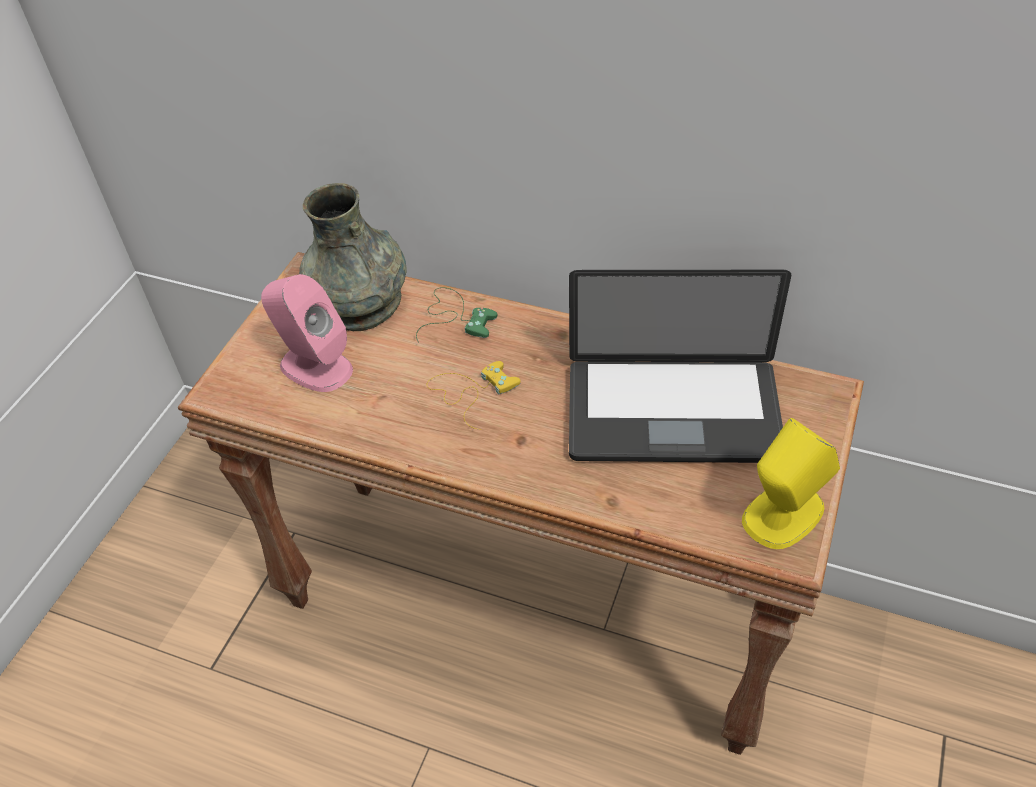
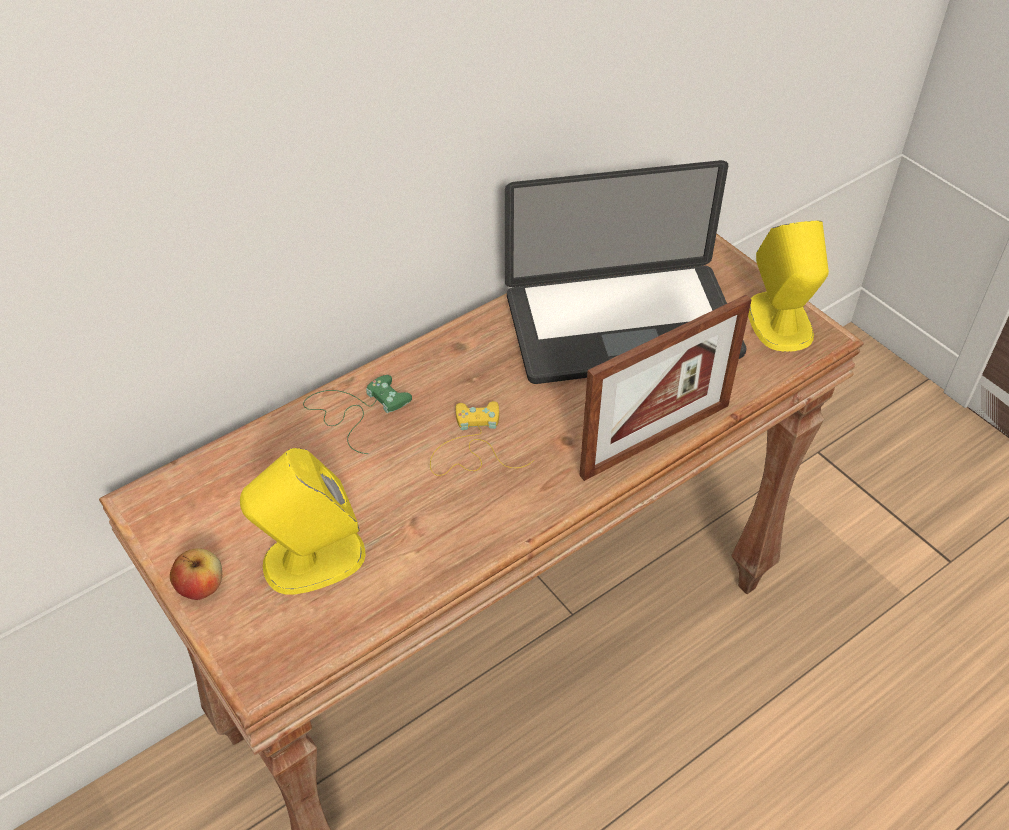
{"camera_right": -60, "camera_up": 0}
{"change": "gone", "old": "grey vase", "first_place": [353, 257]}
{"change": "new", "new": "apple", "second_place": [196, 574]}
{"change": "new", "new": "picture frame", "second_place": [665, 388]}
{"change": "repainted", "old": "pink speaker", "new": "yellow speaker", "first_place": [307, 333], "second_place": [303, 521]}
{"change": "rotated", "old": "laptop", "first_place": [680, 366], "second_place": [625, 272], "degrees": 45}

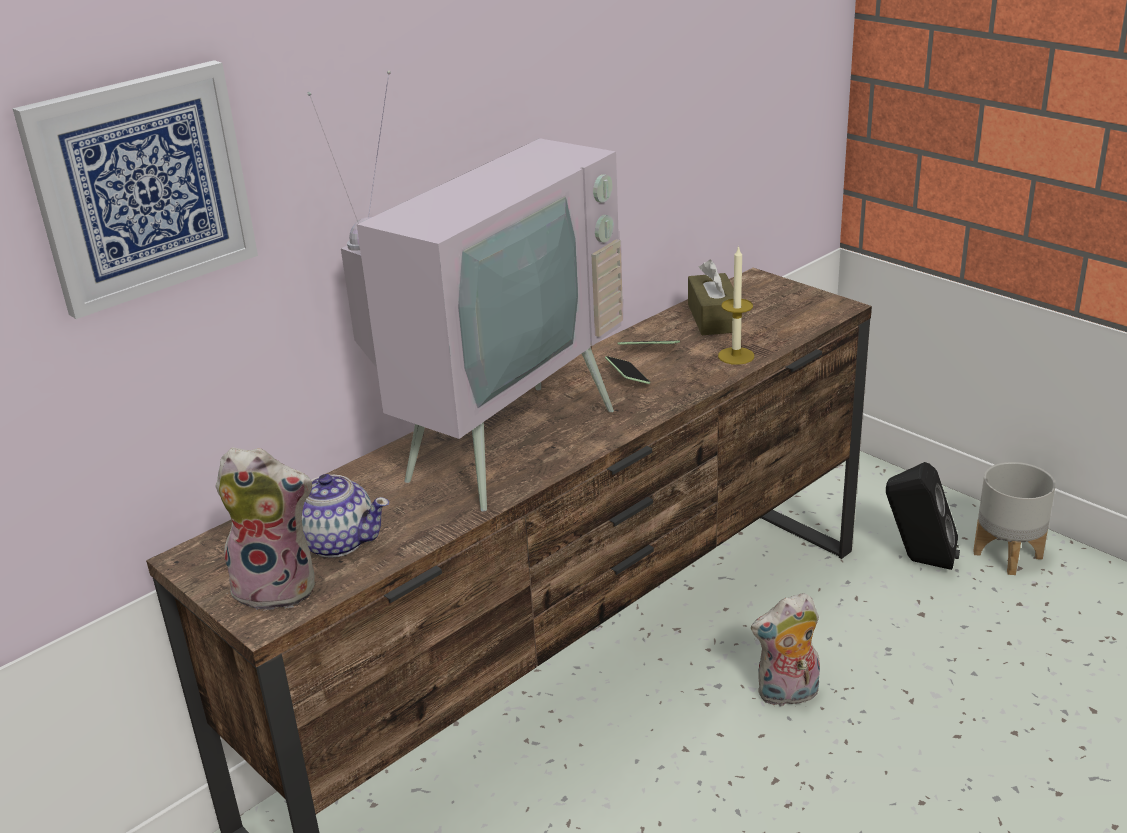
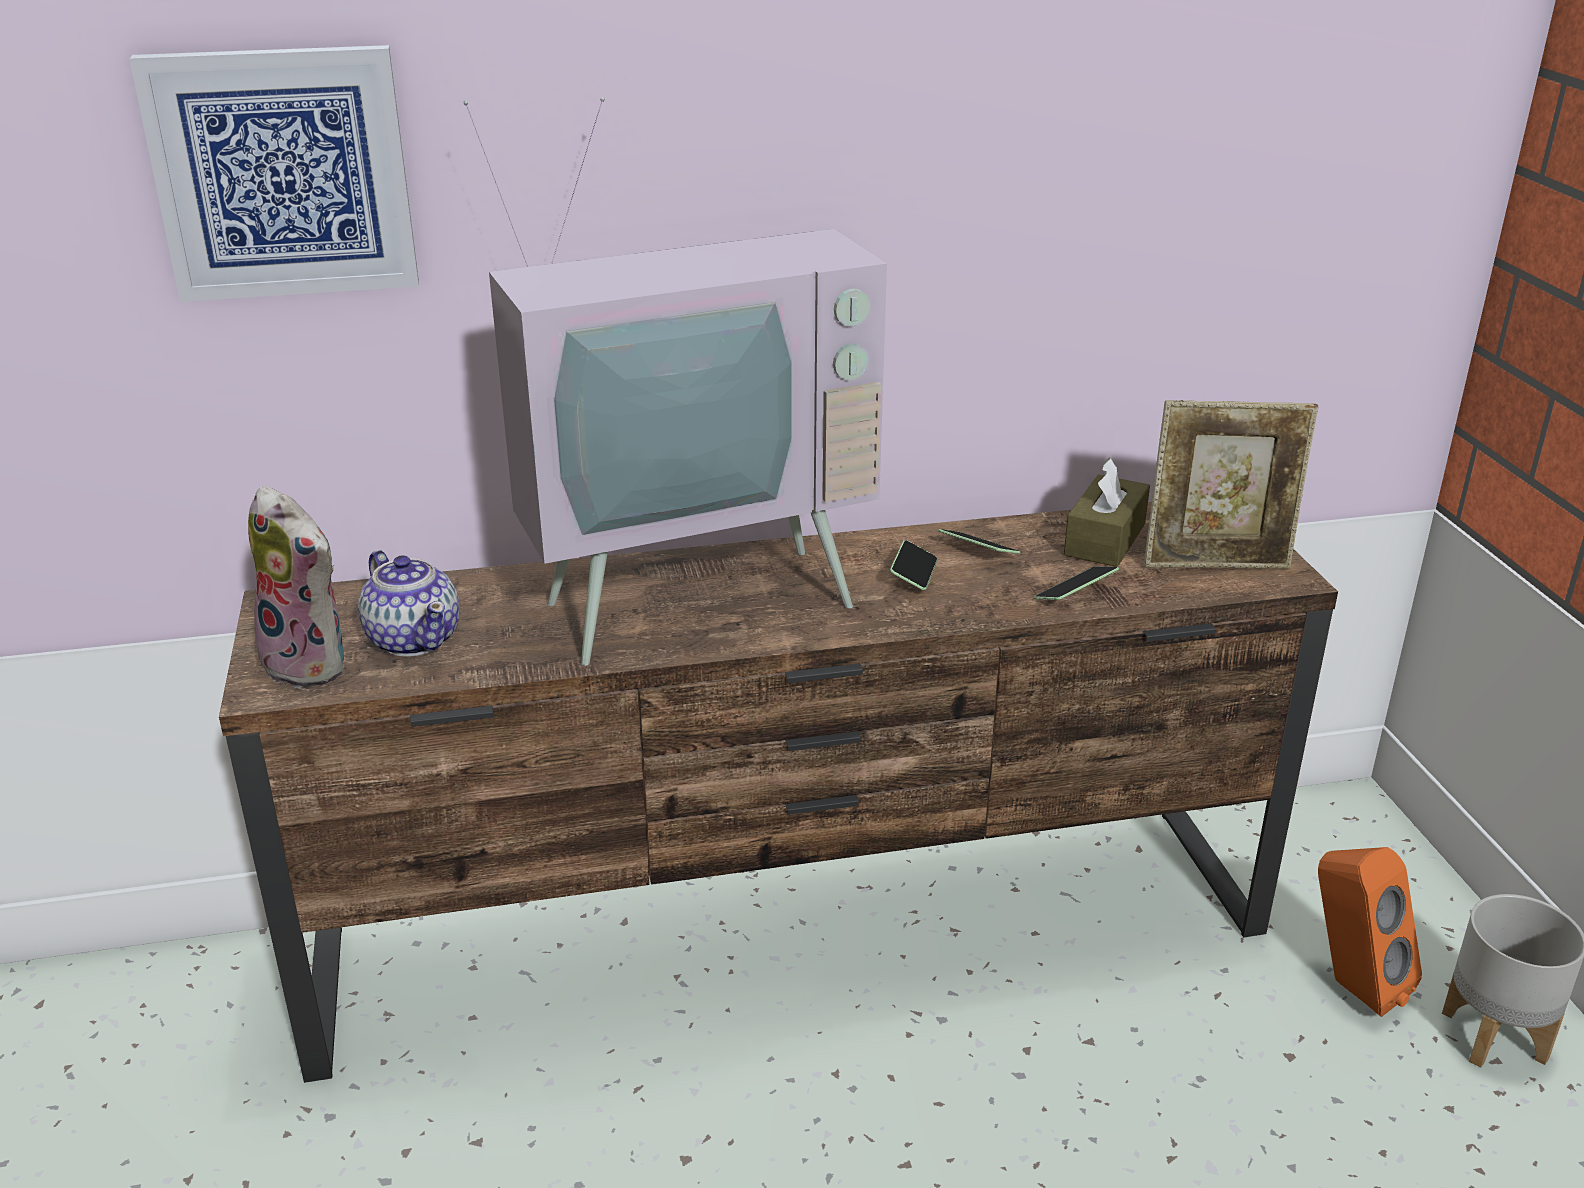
{"camera_right": 30, "camera_up": 0}
{"change": "gone", "old": "plush toy", "first_place": [785, 650]}
{"change": "new", "new": "picture frame", "second_place": [1231, 484]}
{"change": "swapped", "old": "candle", "new": "phone", "first_place": [736, 305], "second_place": [1077, 583]}
{"change": "repainted", "old": "black speaker", "new": "orange speaker", "first_place": [923, 516], "second_place": [1370, 932]}

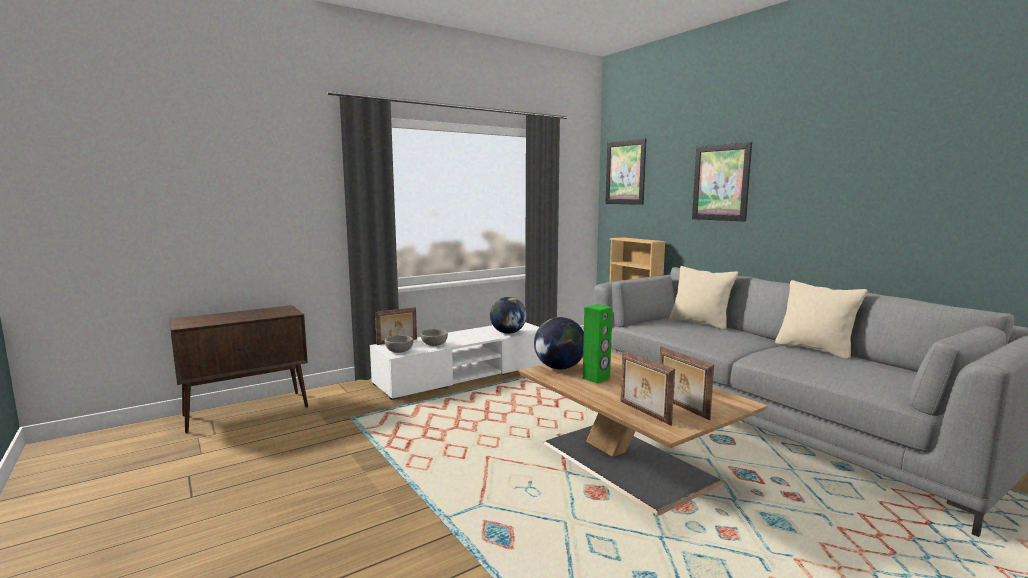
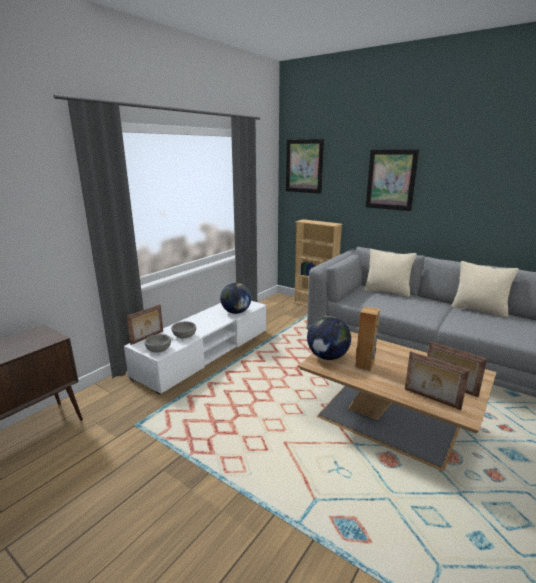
{"camera_right": -20, "camera_up": 10}
{"change": "repainted", "old": "green speaker", "new": "brown speaker", "first_place": [597, 344], "second_place": [367, 338]}

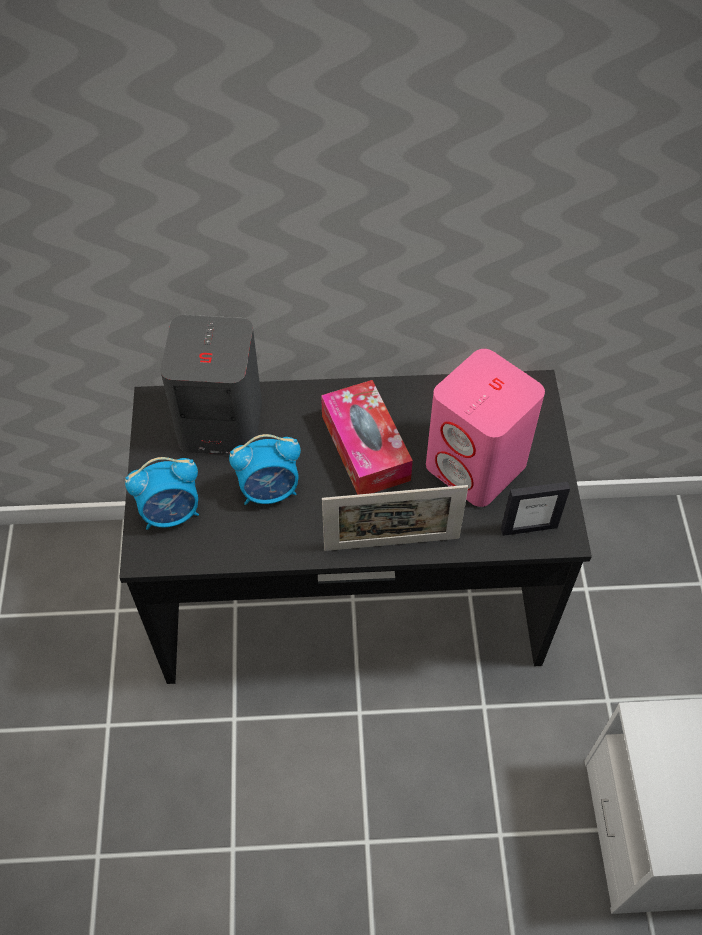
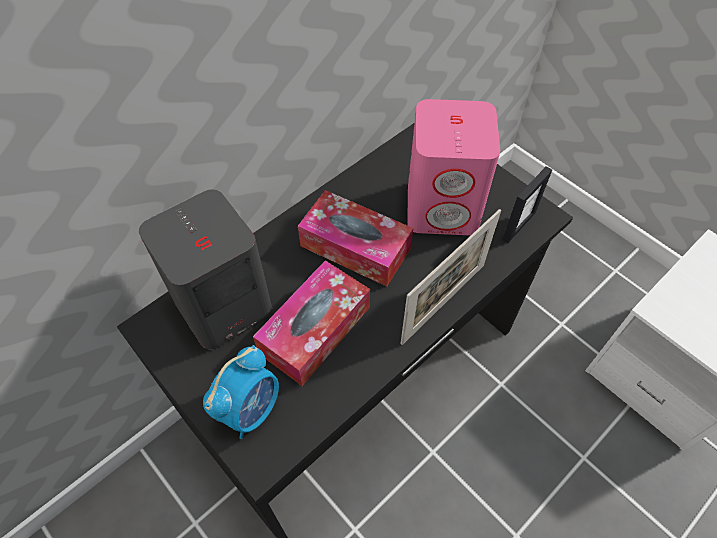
{"camera_right": -40, "camera_up": 0}
{"change": "swapped", "old": "alarm clock", "new": "tissue box", "first_place": [265, 469], "second_place": [311, 323]}

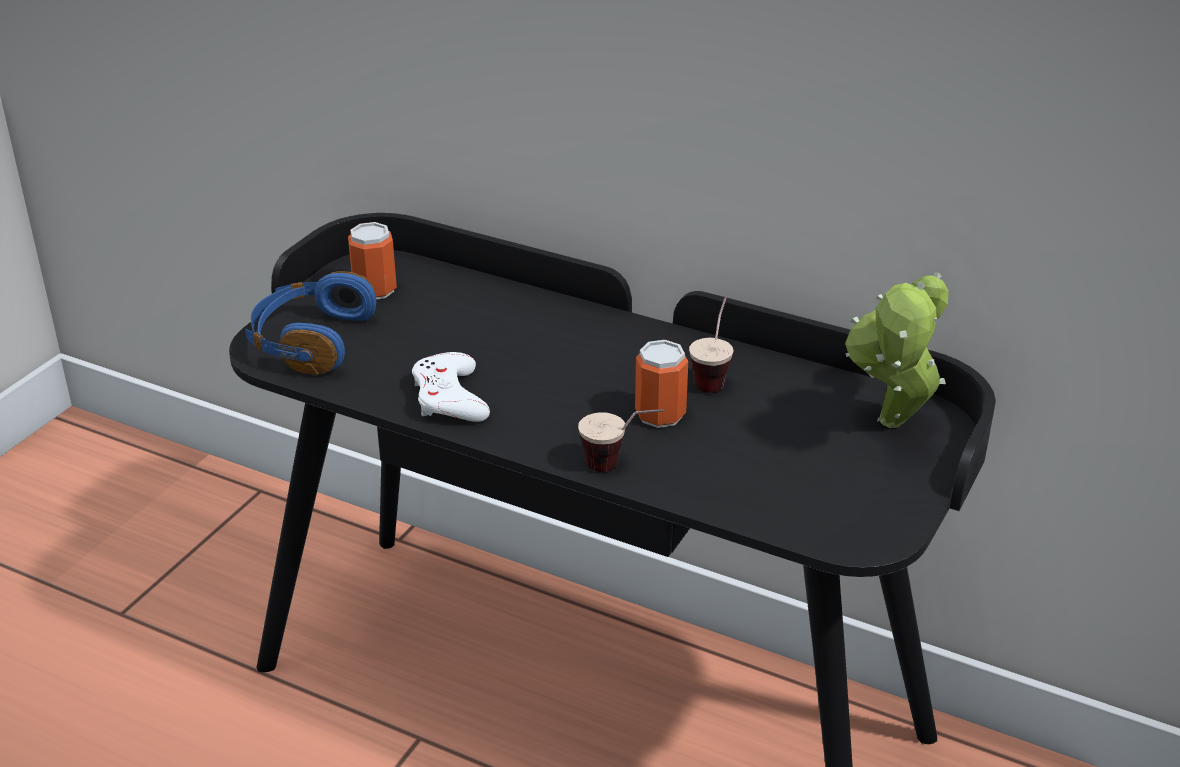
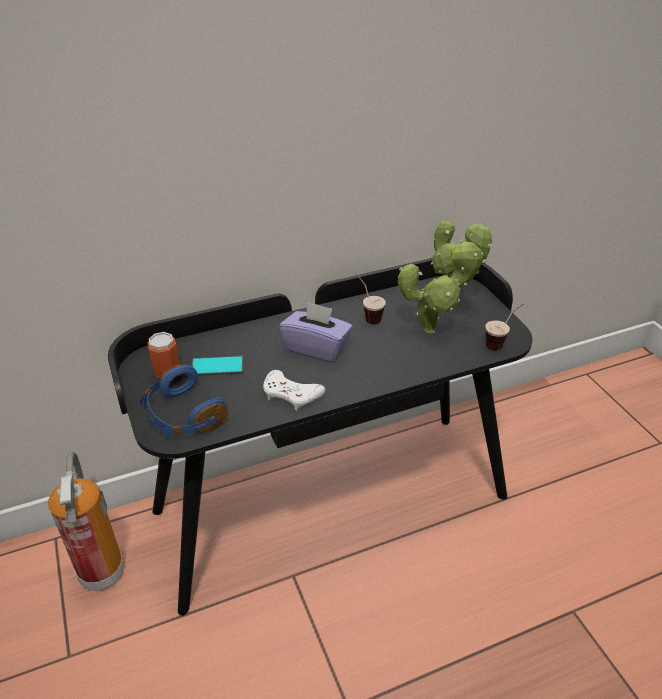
{"camera_right": -50, "camera_up": 5}
{"change": "gone", "old": "can", "first_place": [661, 384]}
{"change": "new", "new": "fire extinguisher", "second_place": [86, 521]}
{"change": "new", "new": "phone", "second_place": [218, 366]}
{"change": "new", "new": "purple tissue box", "second_place": [316, 332]}
{"change": "new", "new": "potted plant", "second_place": [441, 286]}
{"change": "shifted", "old": "cup", "first_place": [621, 440], "second_place": [504, 327]}

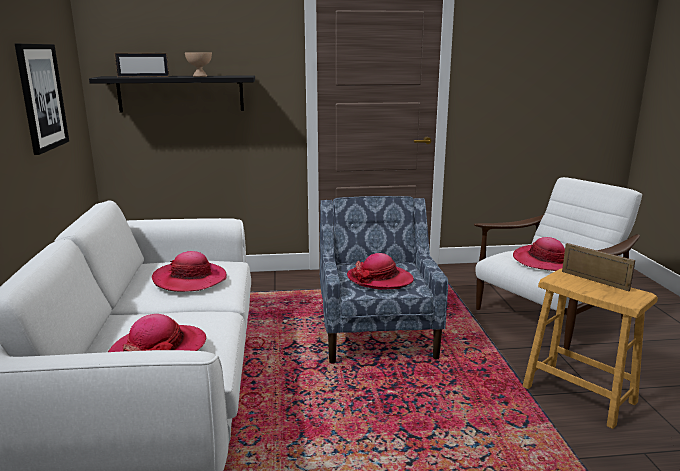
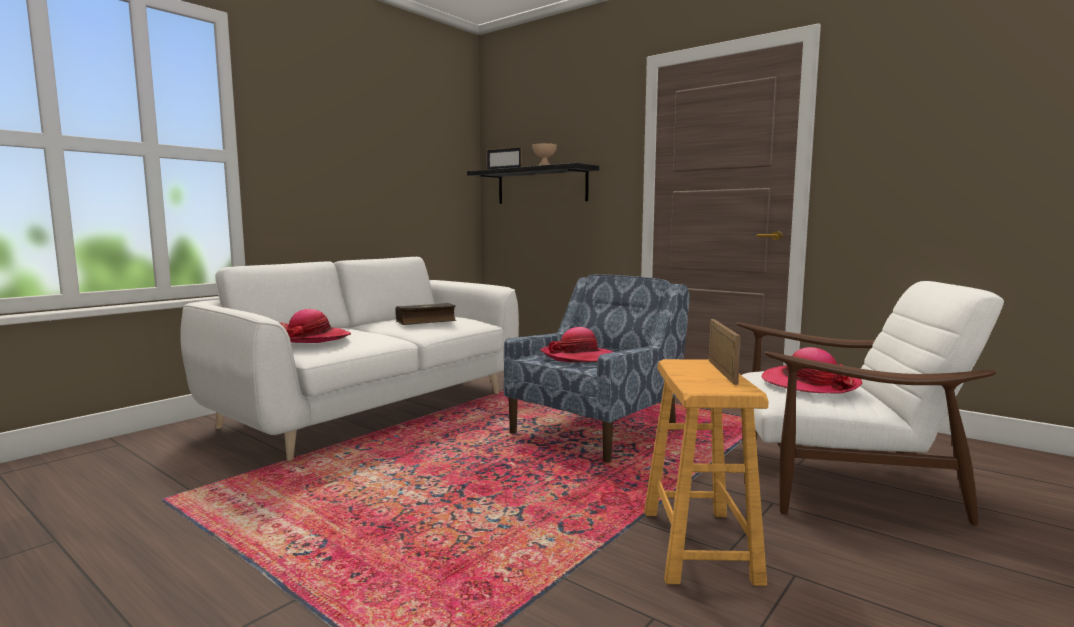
{"camera_right": 45, "camera_up": -10}
{"change": "gone", "old": "picture", "first_place": [42, 99]}
{"change": "swapped", "old": "hat", "new": "book", "first_place": [189, 271], "second_place": [426, 314]}

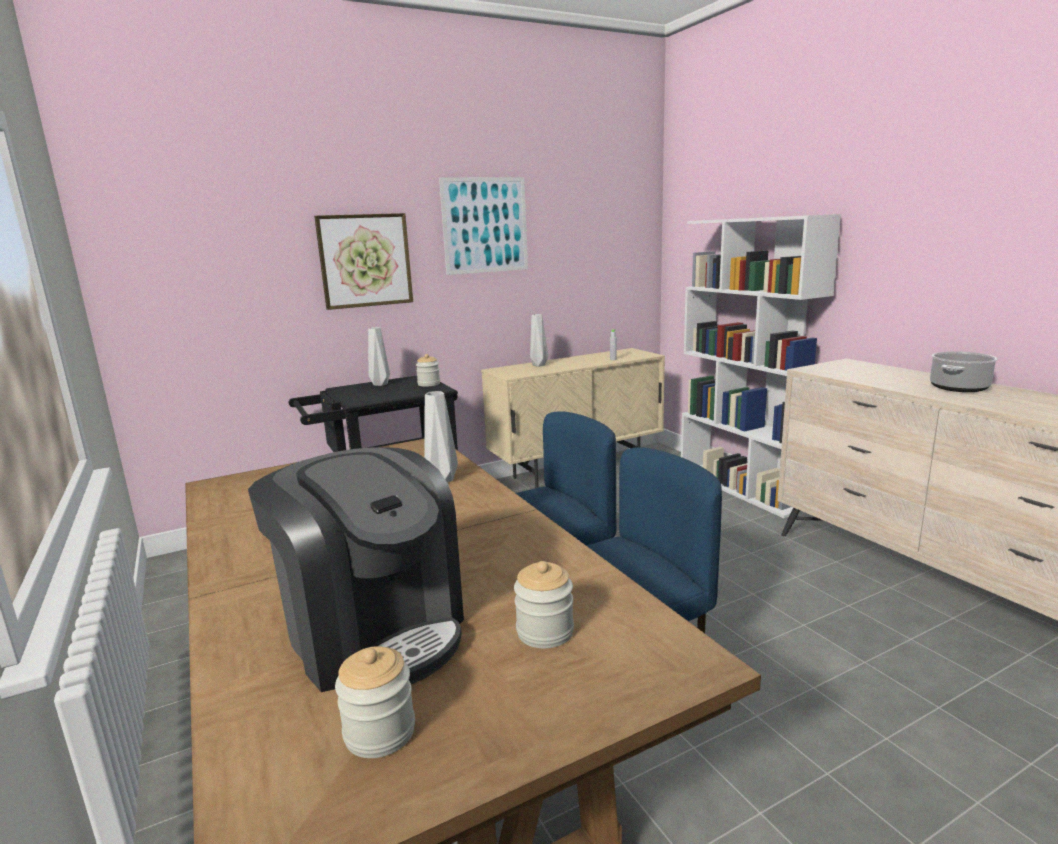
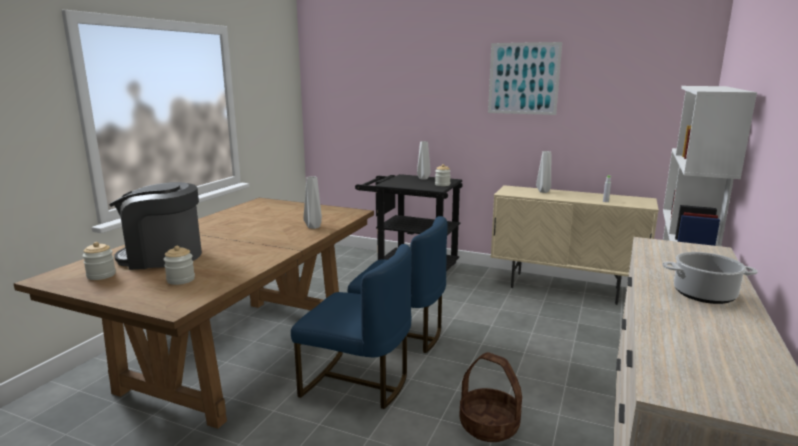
{"camera_right": 50, "camera_up": 0}
{"change": "gone", "old": "picture", "first_place": [363, 261]}
{"change": "new", "new": "basket", "second_place": [490, 397]}
{"change": "rotated", "old": "coffee machine", "first_place": [356, 569], "second_place": [155, 226], "degrees": 75}

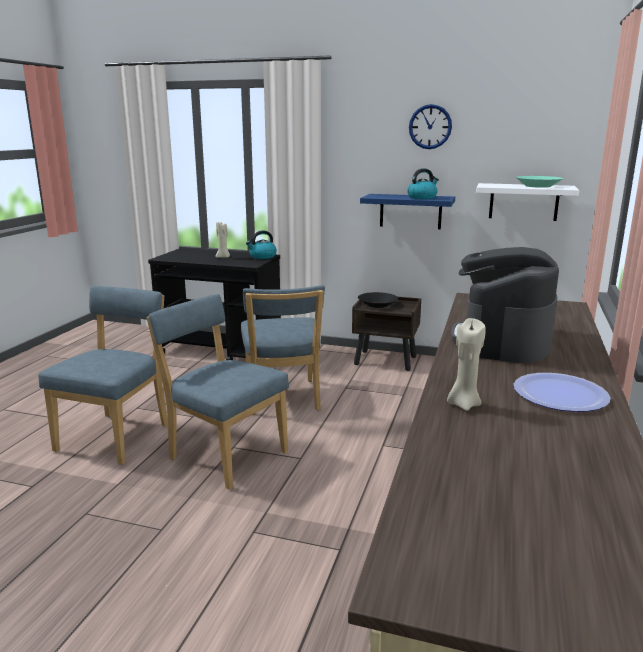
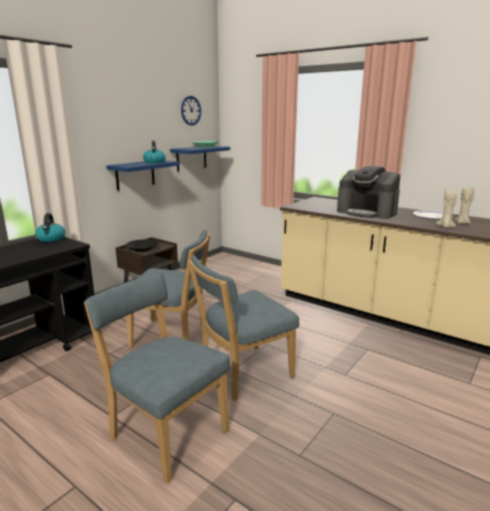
{"camera_right": -70, "camera_up": 0}
{"change": "shifted", "old": "beige candle", "first_place": [222, 239], "second_place": [464, 205]}
{"change": "shifted", "old": "wall clock", "first_place": [430, 126], "second_place": [191, 110]}
{"change": "repainted", "old": "white shelf", "new": "blue shelf", "first_place": [527, 202], "second_place": [200, 159]}

